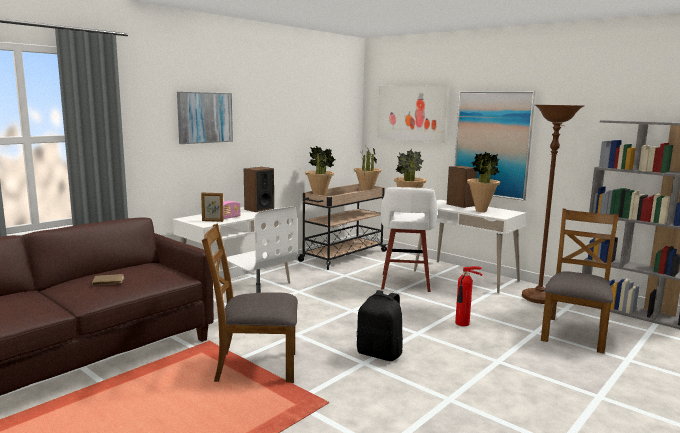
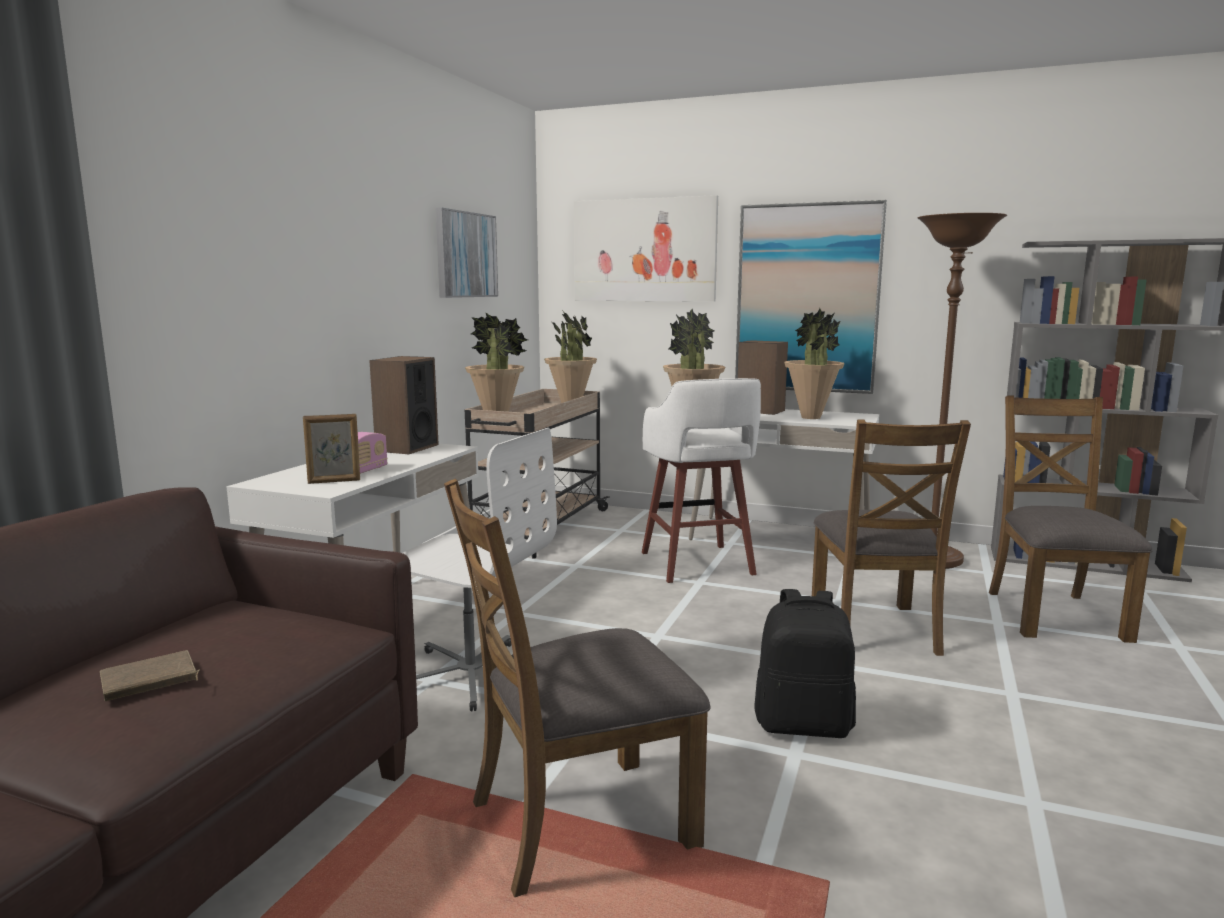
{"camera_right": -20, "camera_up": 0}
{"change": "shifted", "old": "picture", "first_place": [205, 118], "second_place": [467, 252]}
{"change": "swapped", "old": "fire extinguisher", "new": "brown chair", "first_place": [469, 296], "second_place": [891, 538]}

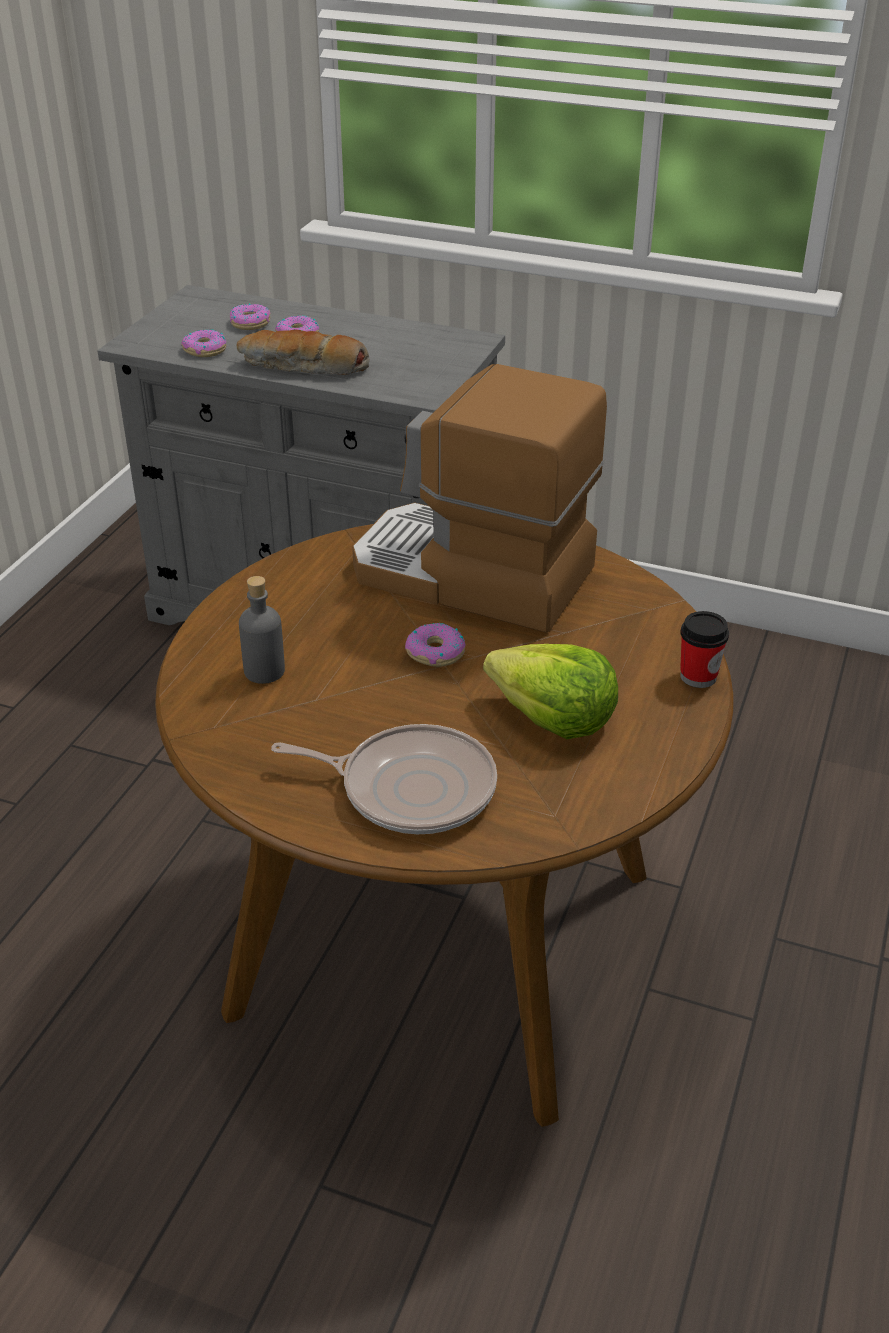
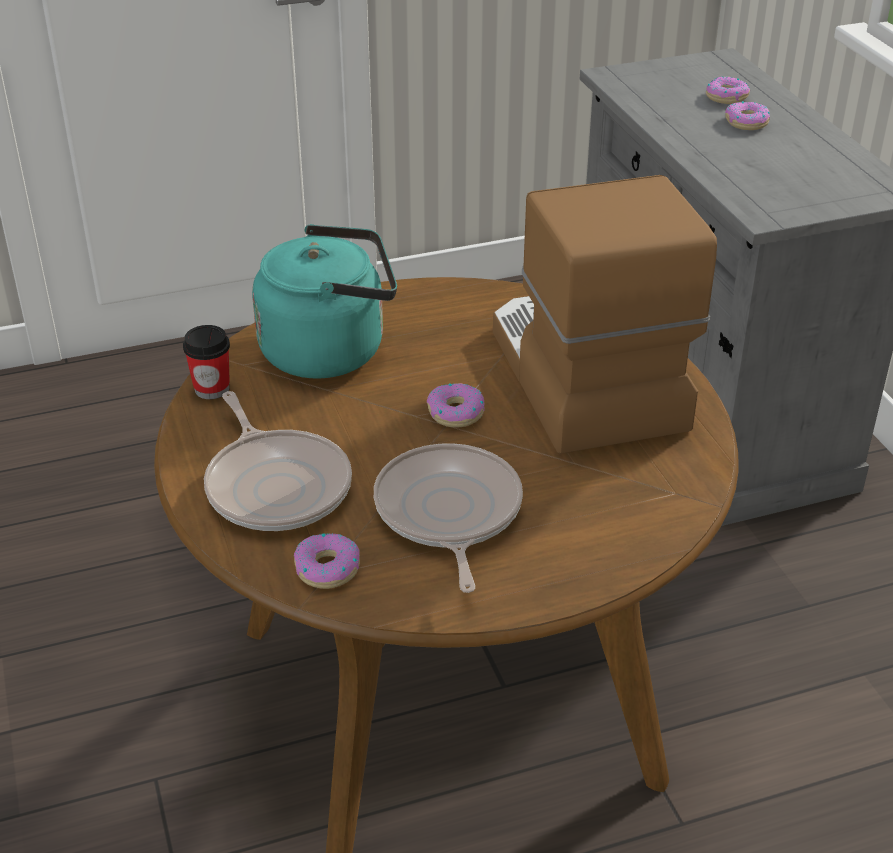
{"camera_right": 50, "camera_up": 0}
{"change": "gone", "old": "bread", "first_place": [303, 352]}
{"change": "shifted", "old": "donut", "first_place": [203, 343], "second_place": [327, 561]}
{"change": "shifted", "old": "cup", "first_place": [704, 649], "second_place": [206, 362]}
{"change": "swapped", "old": "grey bottle", "new": "turquoise kettle", "first_place": [262, 630], "second_place": [324, 301]}
{"change": "swapped", "old": "lettuce", "new": "frying pan", "first_place": [550, 691], "second_place": [448, 518]}

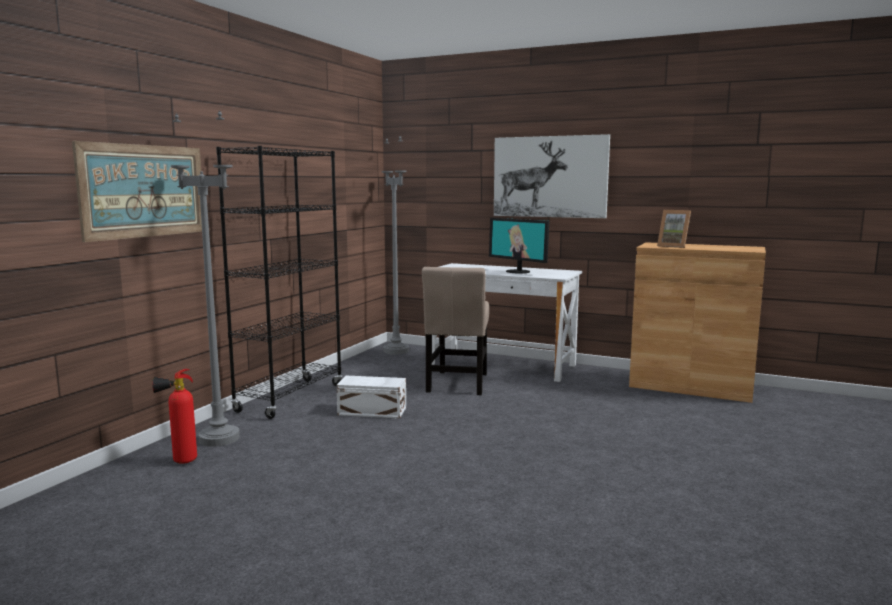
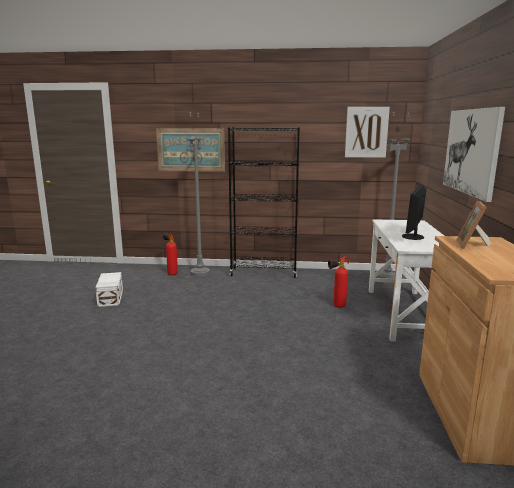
{"camera_right": 70, "camera_up": 5}
{"change": "new", "new": "picture", "second_place": [367, 132]}
{"change": "shifted", "old": "white storage box", "first_place": [371, 397], "second_place": [109, 289]}
{"change": "swapped", "old": "beige chair", "new": "fire extinguisher", "first_place": [455, 331], "second_place": [338, 282]}

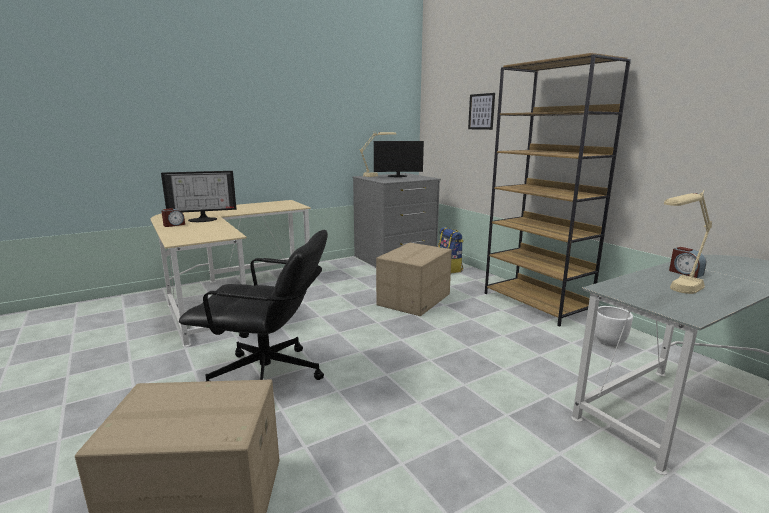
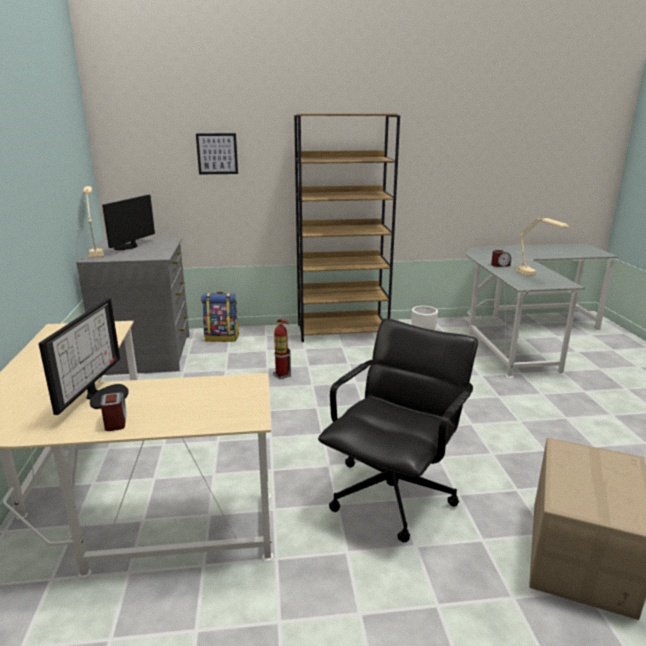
{"camera_right": -65, "camera_up": 5}
{"change": "swapped", "old": "cardboard box", "new": "fire extinguisher", "first_place": [414, 279], "second_place": [282, 349]}

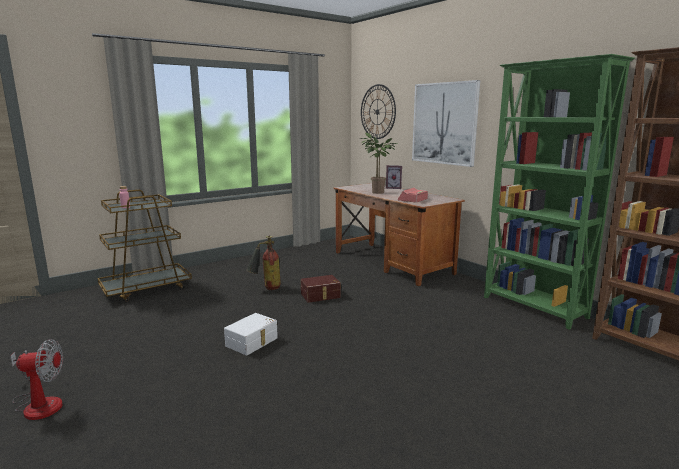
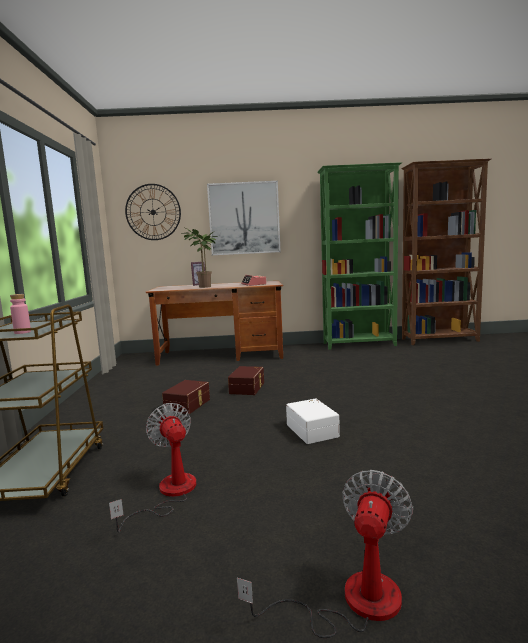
{"camera_right": -55, "camera_up": -5}
{"change": "new", "new": "fan", "second_place": [152, 468]}
{"change": "swapped", "old": "fire extinguisher", "new": "brown storage box", "first_place": [263, 263], "second_place": [186, 397]}

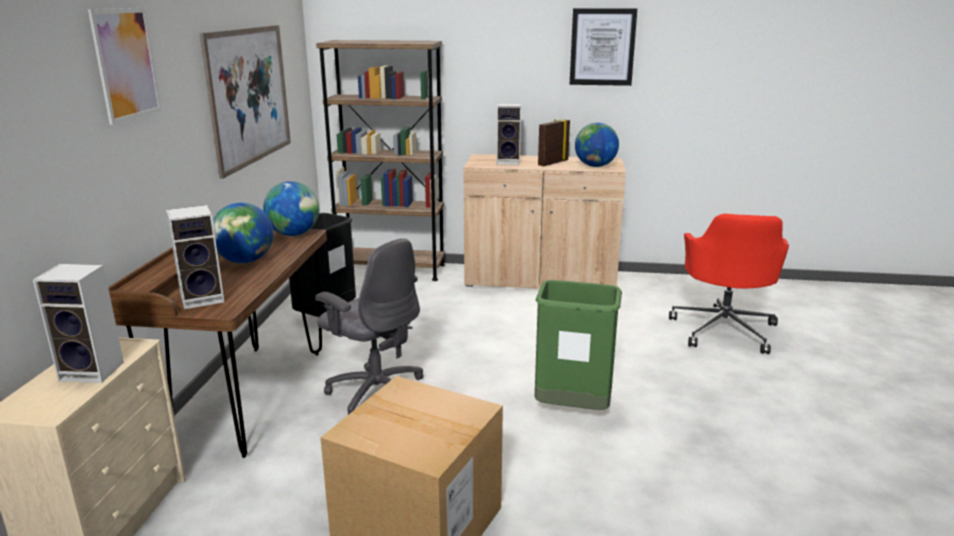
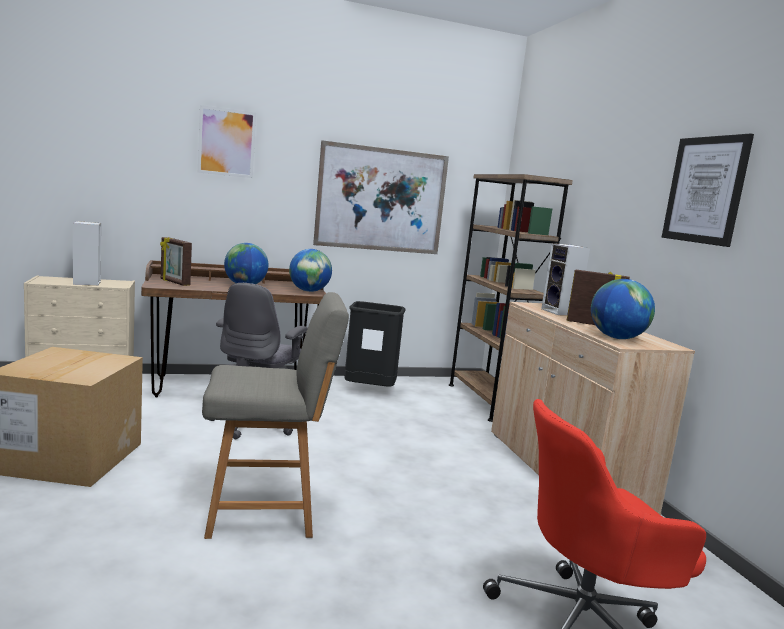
{"camera_right": 65, "camera_up": -10}
{"change": "swapped", "old": "speaker", "new": "picture frame", "first_place": [195, 257], "second_place": [176, 261]}
{"change": "swapped", "old": "green trash can", "new": "grey chair", "first_place": [578, 345], "second_place": [275, 415]}

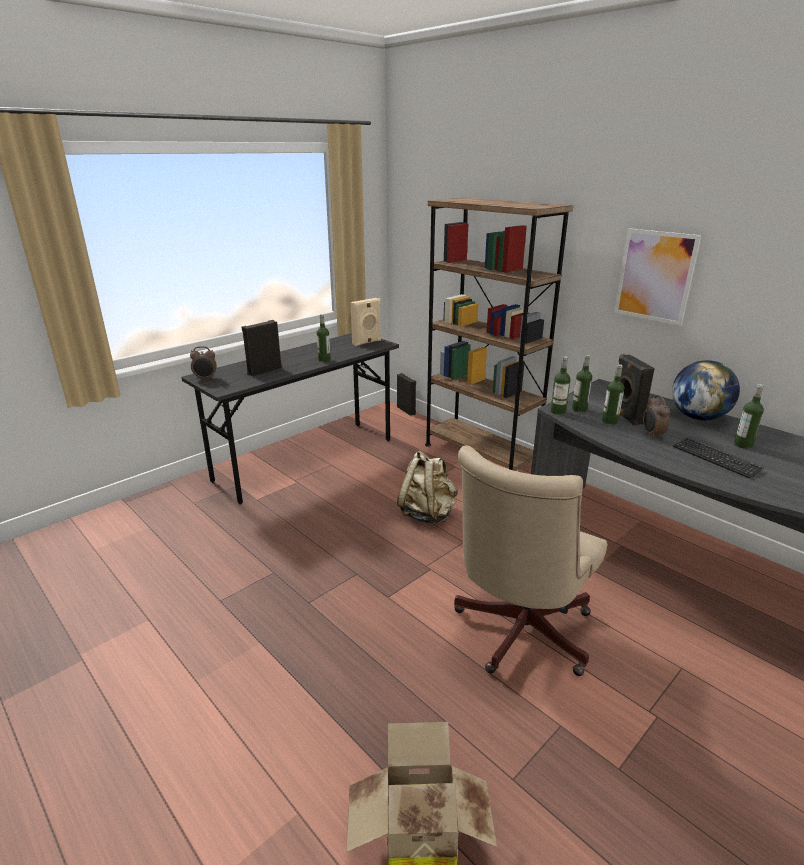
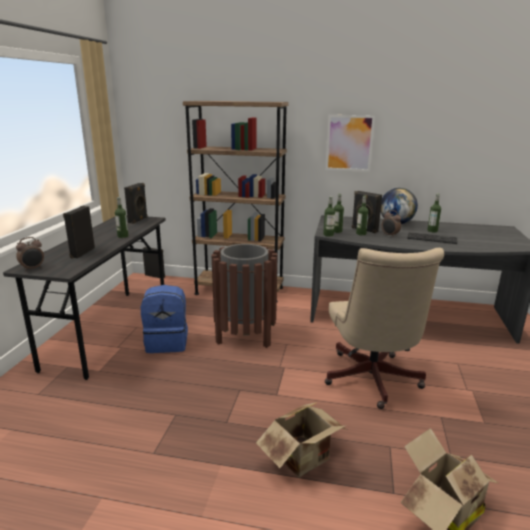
{"camera_right": -35, "camera_up": -5}
{"change": "new", "new": "blue backpack", "second_place": [164, 319]}
{"change": "new", "new": "cardboard box", "second_place": [301, 439]}
{"change": "swapped", "old": "beige backpack", "new": "brown trash can", "first_place": [427, 487], "second_place": [244, 296]}
{"change": "repainted", "old": "beige speaker", "new": "black speaker", "first_place": [366, 322], "second_place": [136, 203]}

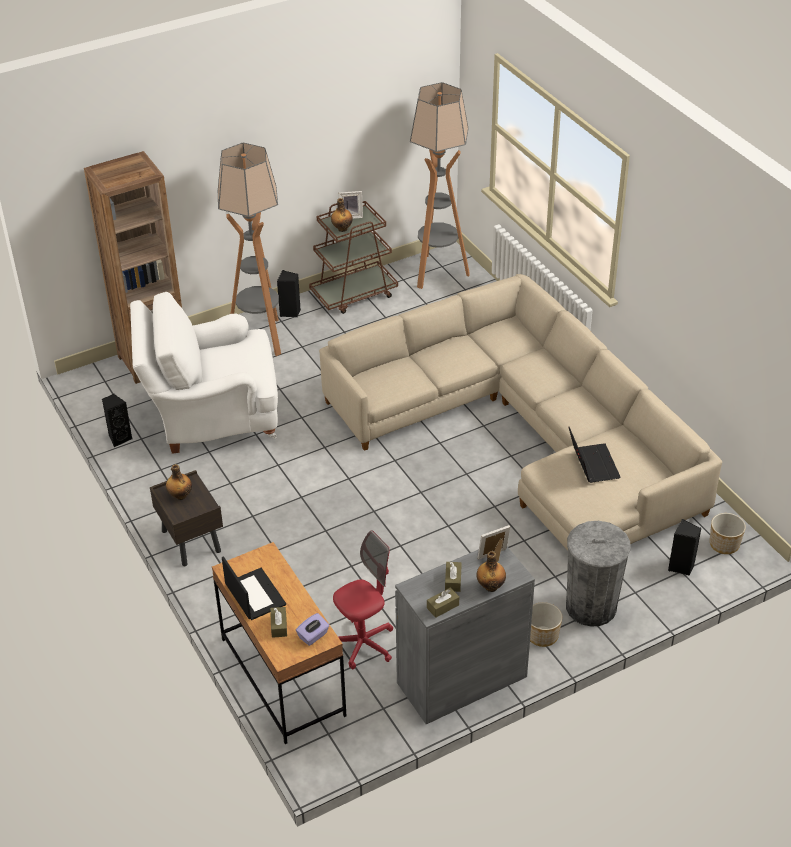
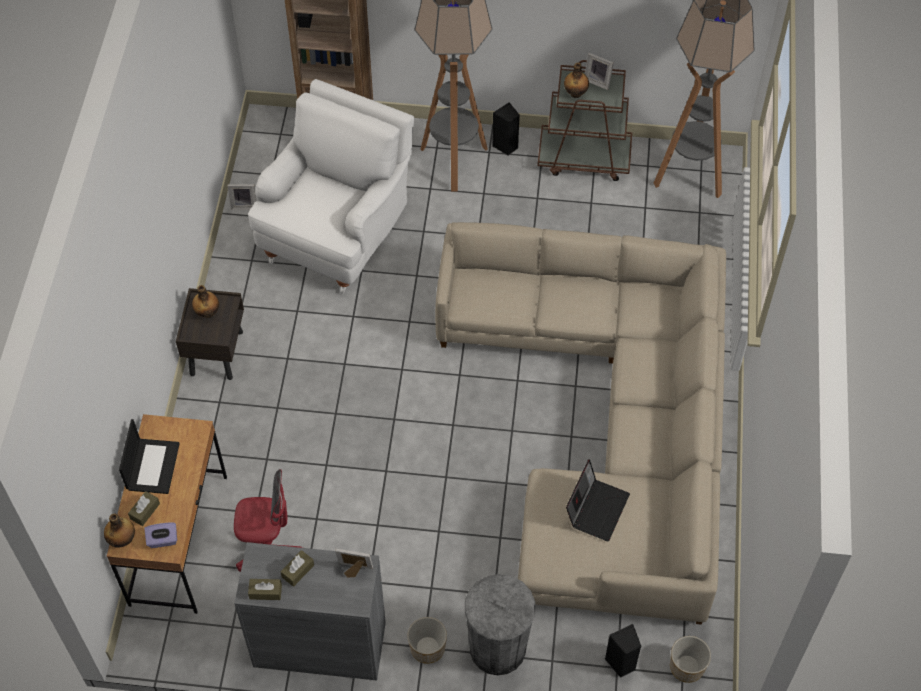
{"camera_right": 35, "camera_up": 15}
{"change": "shifted", "old": "bottle", "first_place": [491, 571], "second_place": [119, 531]}
{"change": "swapped", "old": "black speaker", "new": "picture frame", "first_place": [117, 420], "second_place": [241, 197]}
{"change": "rotated", "old": "white armchair", "first_place": [204, 373], "second_place": [331, 186], "degrees": 90}

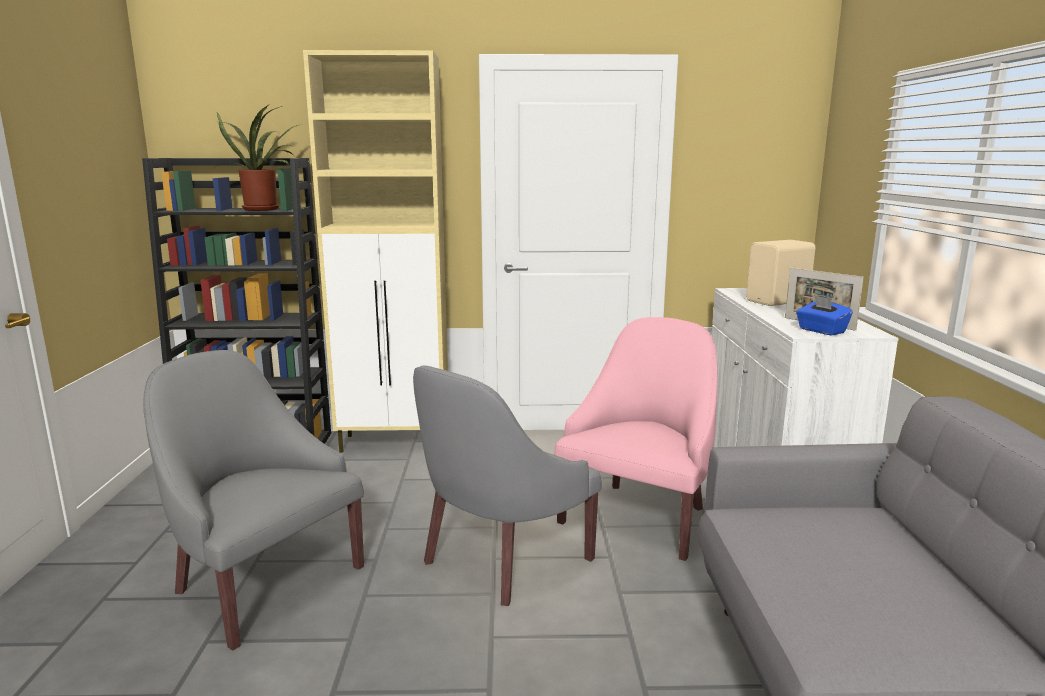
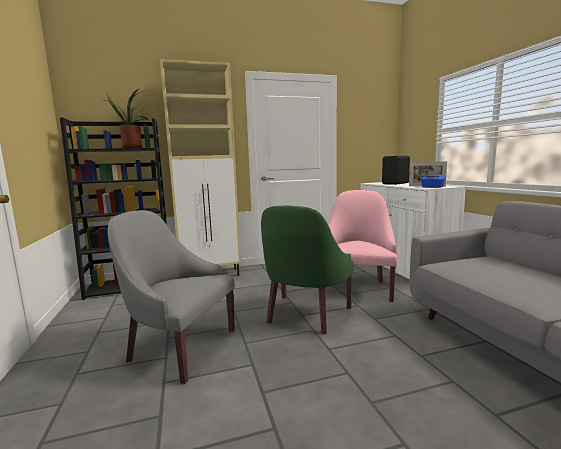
{"camera_right": -15, "camera_up": -5}
{"change": "repainted", "old": "grey armchair", "new": "green armchair", "first_place": [507, 486], "second_place": [307, 270]}
{"change": "repainted", "old": "beige speaker", "new": "black speaker", "first_place": [780, 273], "second_place": [396, 170]}

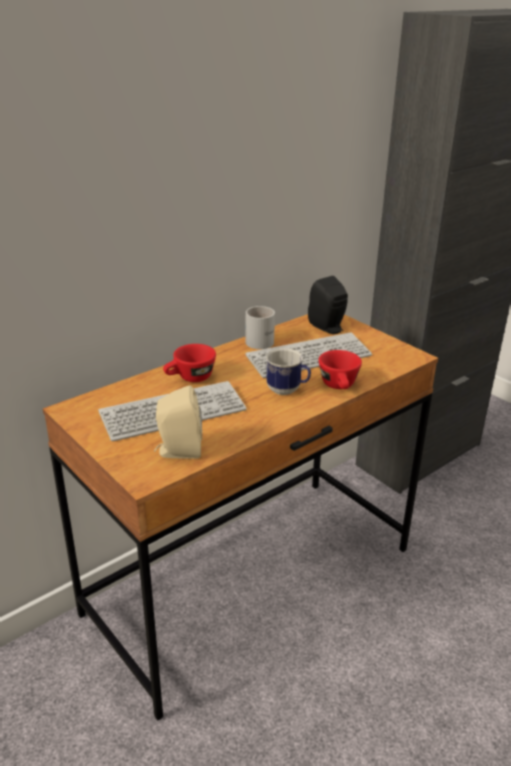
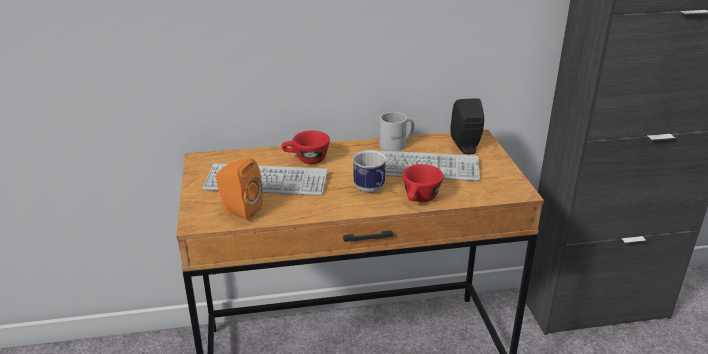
{"camera_right": 30, "camera_up": 0}
{"change": "repainted", "old": "beige speaker", "new": "orange speaker", "first_place": [178, 422], "second_place": [239, 189]}

